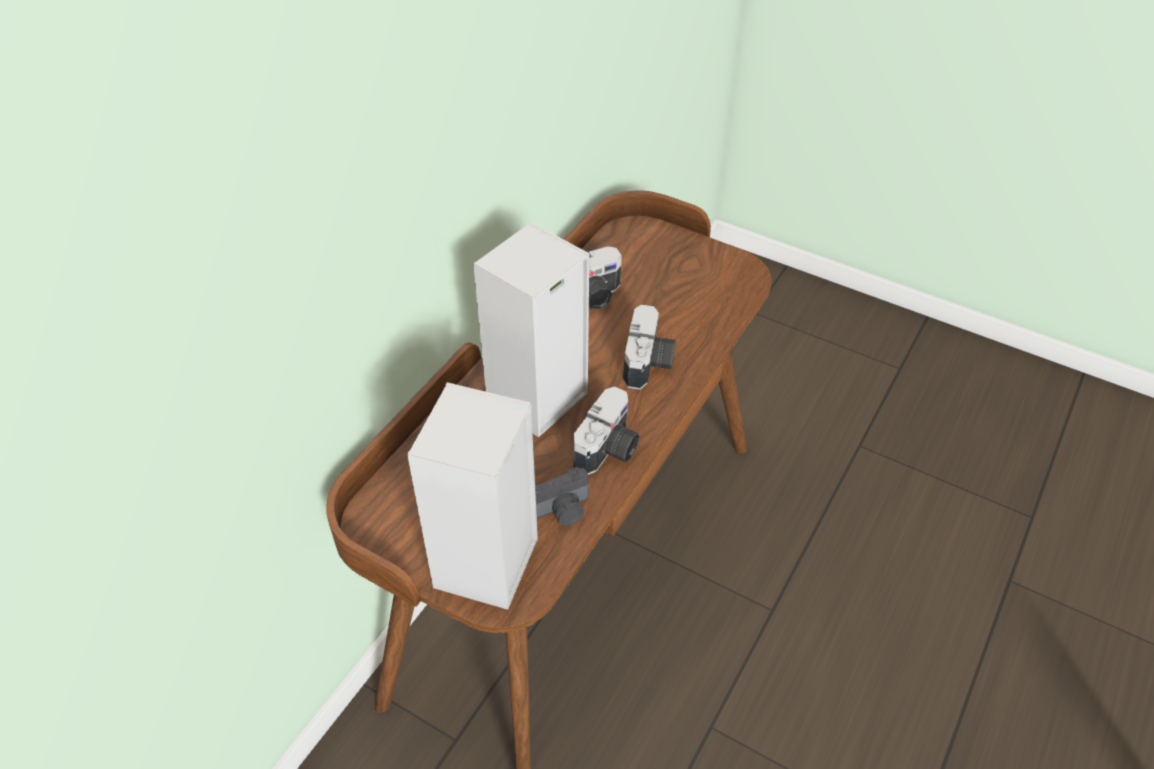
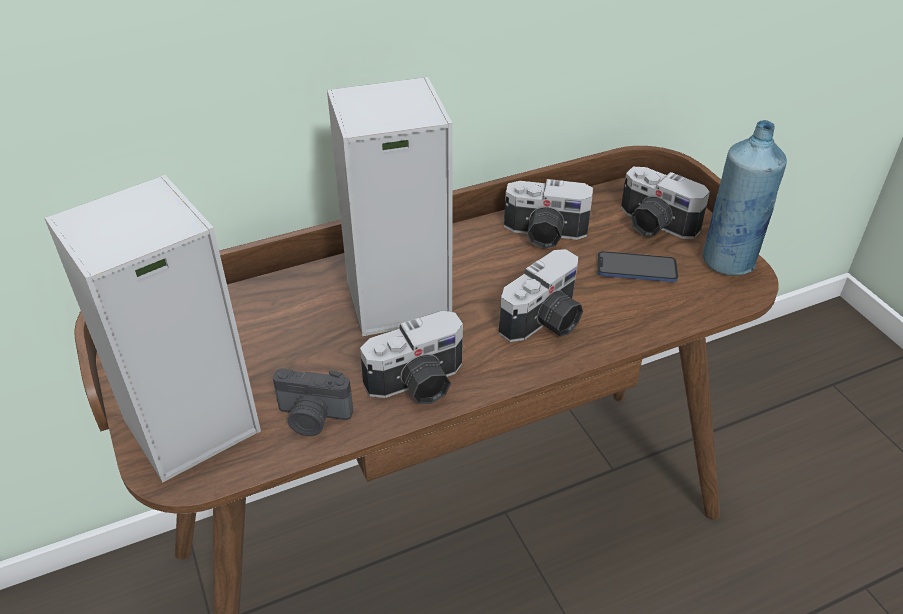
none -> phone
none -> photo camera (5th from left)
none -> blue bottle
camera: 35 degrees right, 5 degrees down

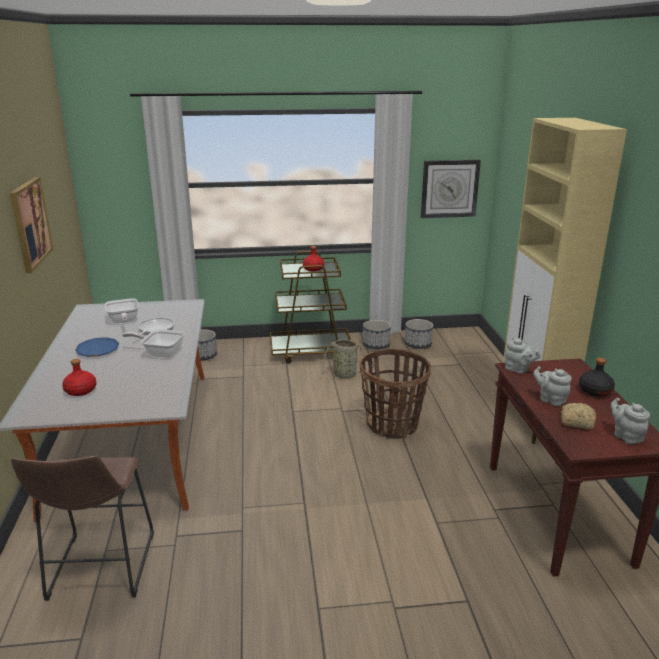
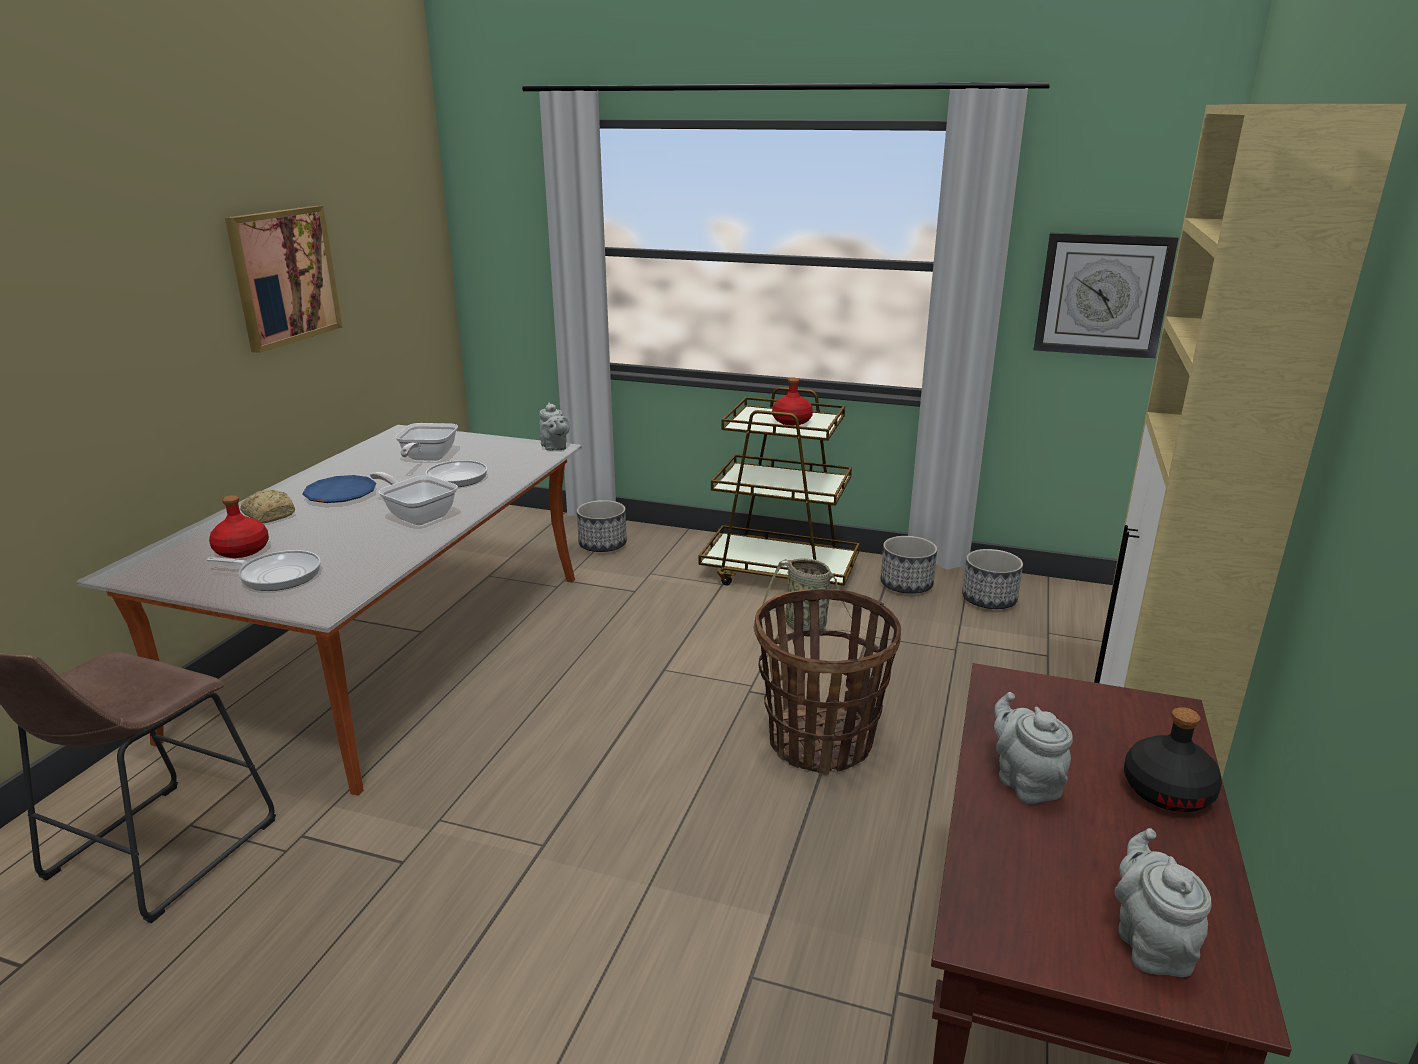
none -> frying pan (1st from left)
grey teapot (1st from left), moved
bread, moved
camera: 25 degrees right, 0 degrees up

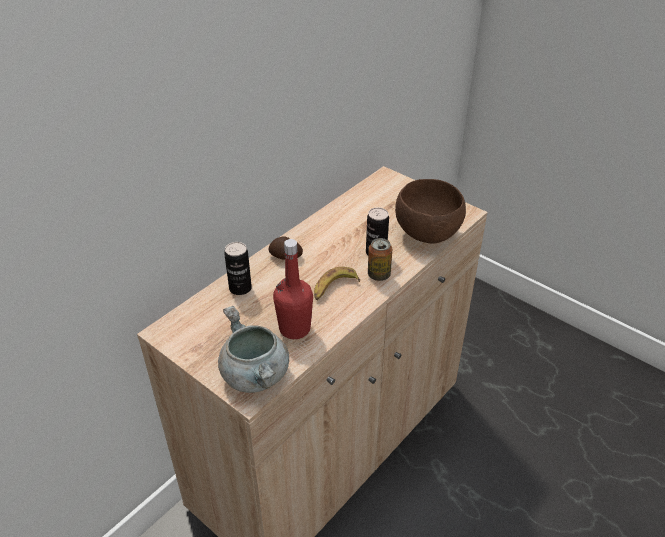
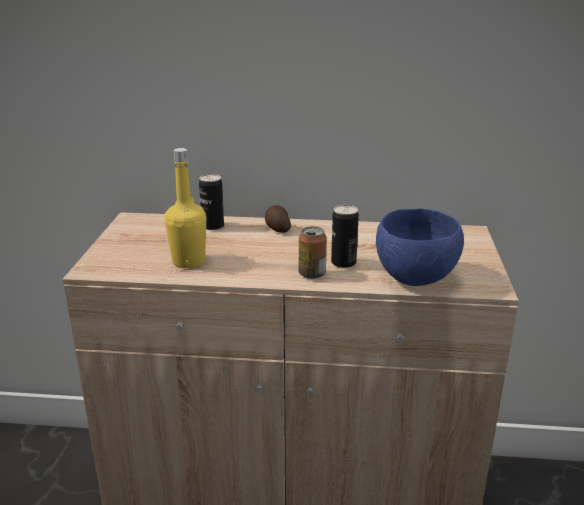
grey cooking pot -> none
banana -> none
red bottle -> yellow bottle
brown bowl -> blue bowl
camera: 55 degrees right, 15 degrees down

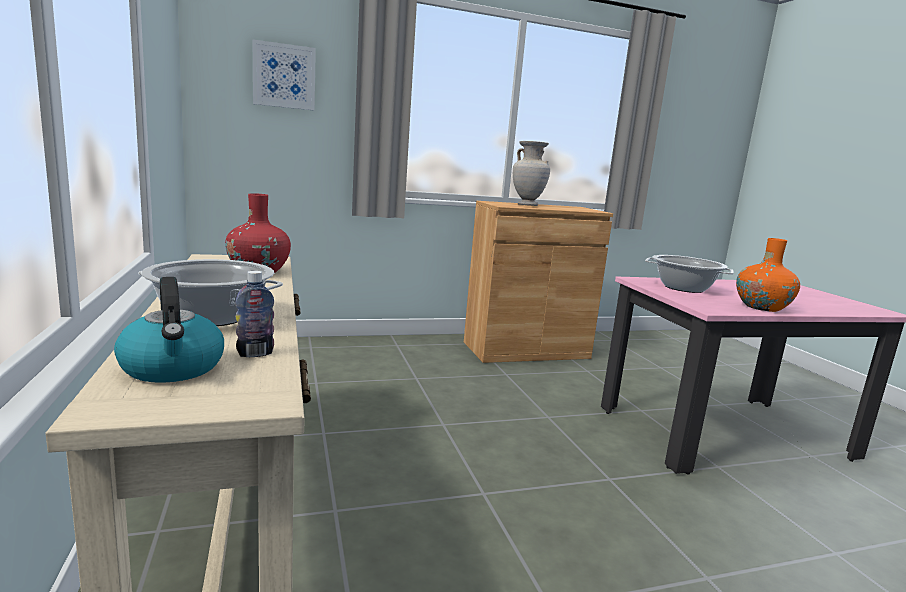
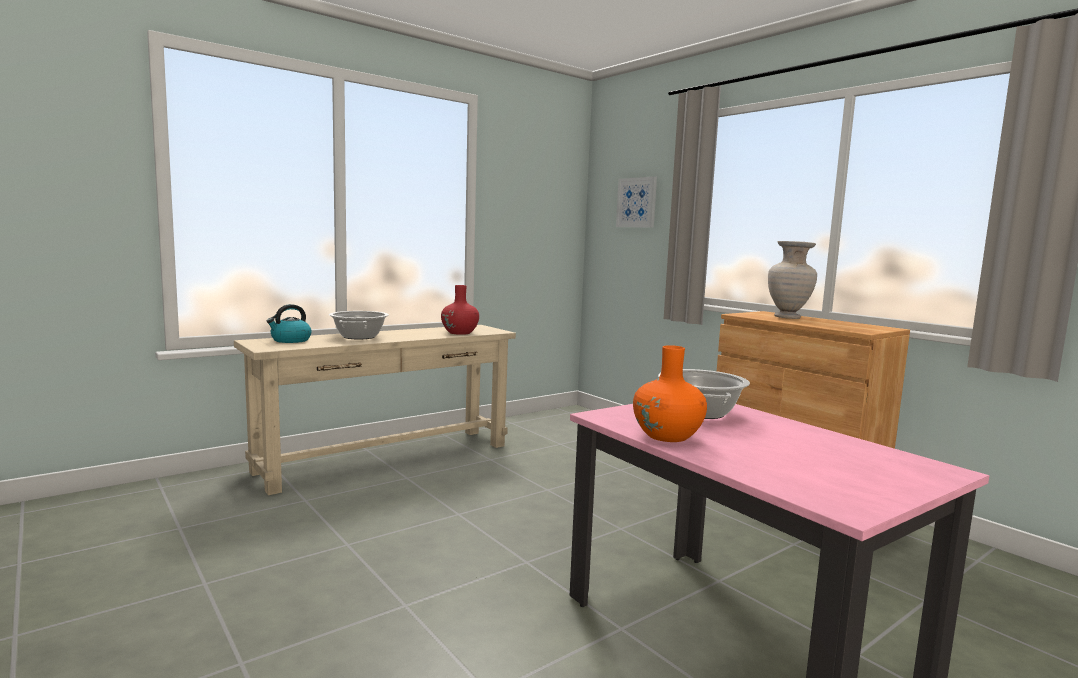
bottle -> none
camera: 70 degrees right, 5 degrees down

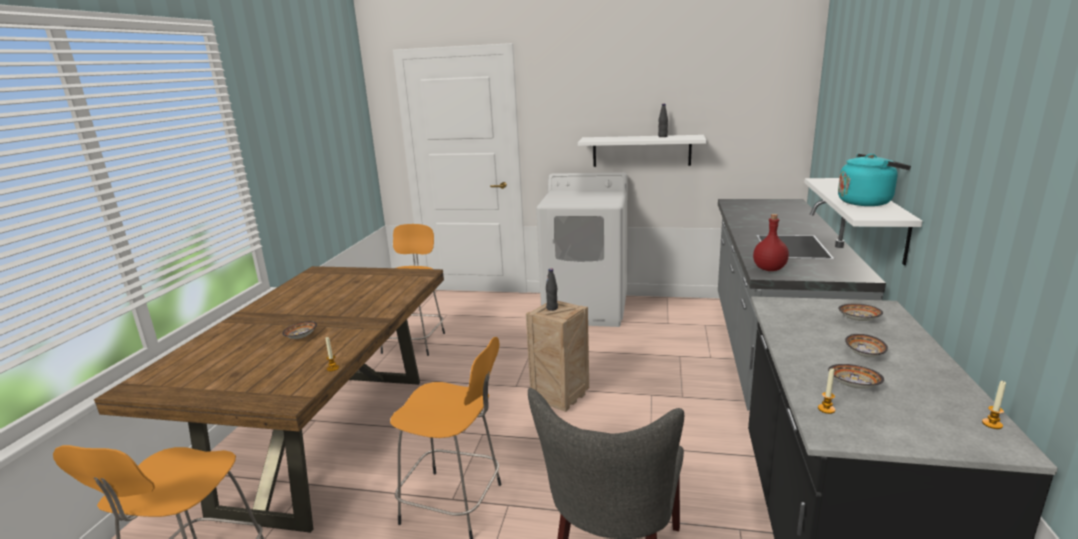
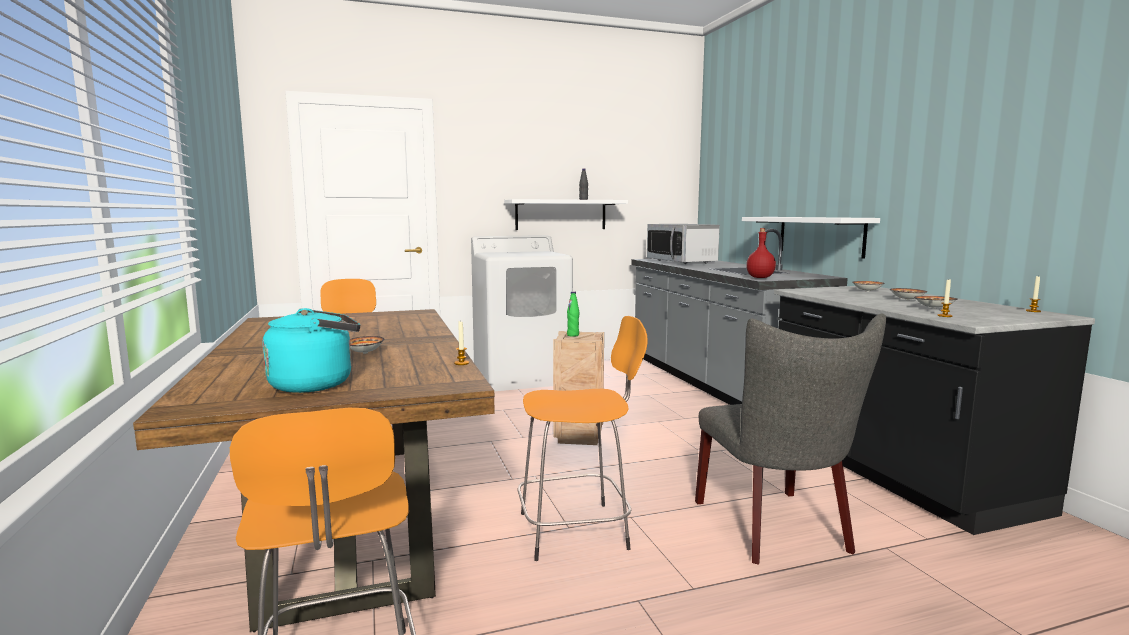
none -> microwave
turquoise kettle, moved
black bottle (1st from left) -> green bottle
camera: 30 degrees left, 10 degrees down

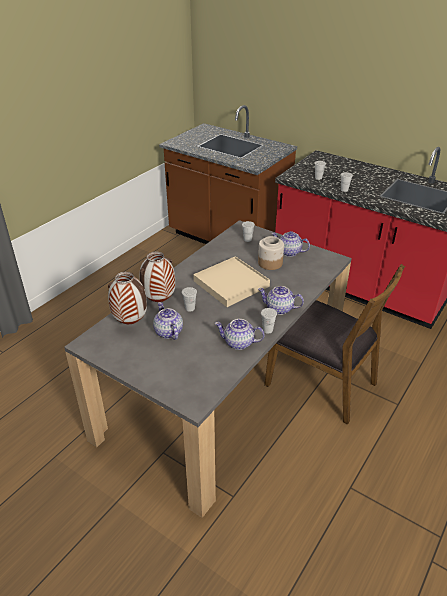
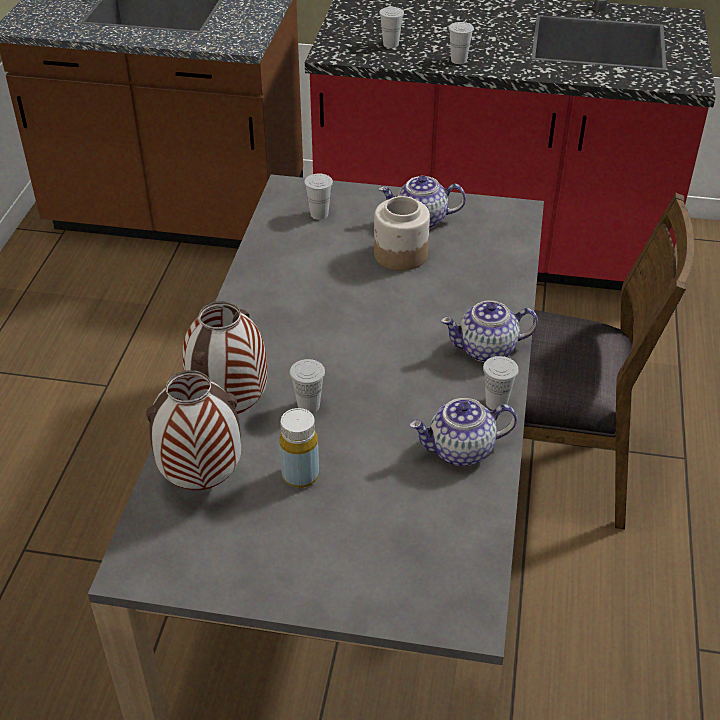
beige tray -> none
teapot (1st from left) -> yellow bottle
camera: 25 degrees left, 5 degrees up

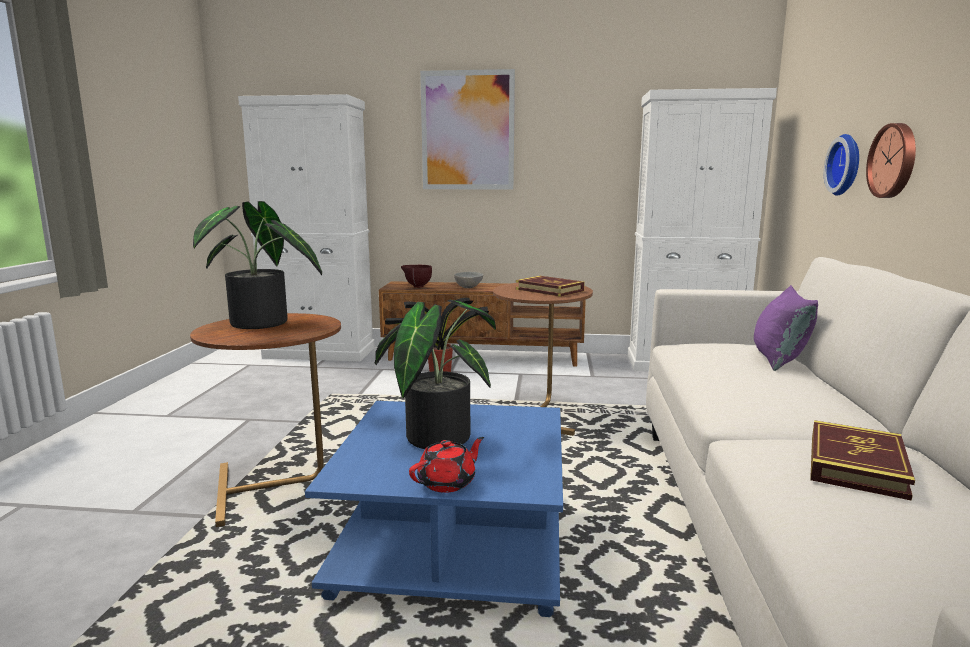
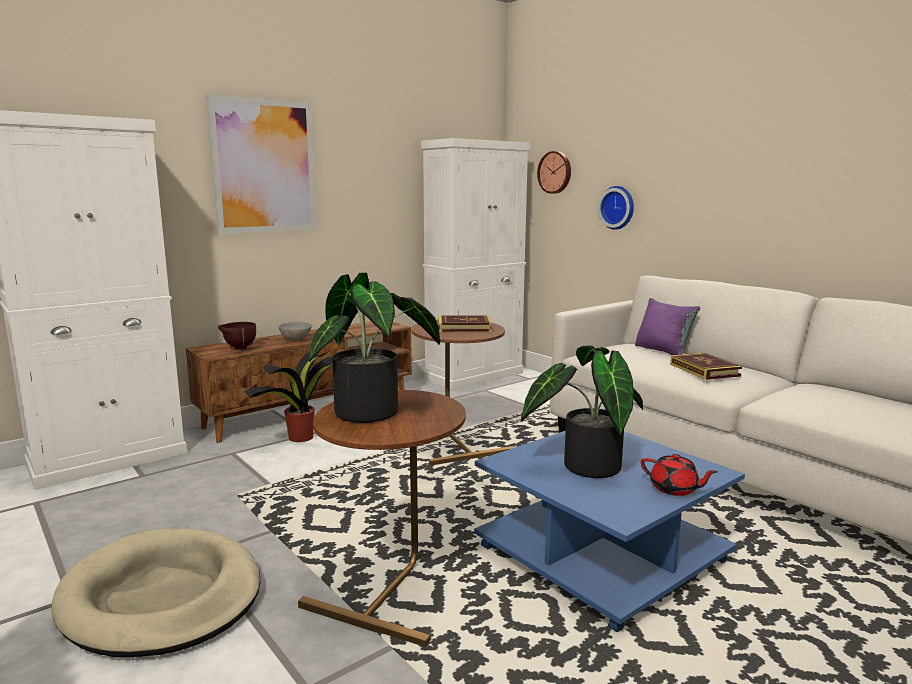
none -> beige dog bed
book (2nd from left), moved
wall clock (2nd from left in the first image) -> wall clock (1st from left), moved
red teapot, 120 degrees clockwise
camera: 45 degrees left, 0 degrees up

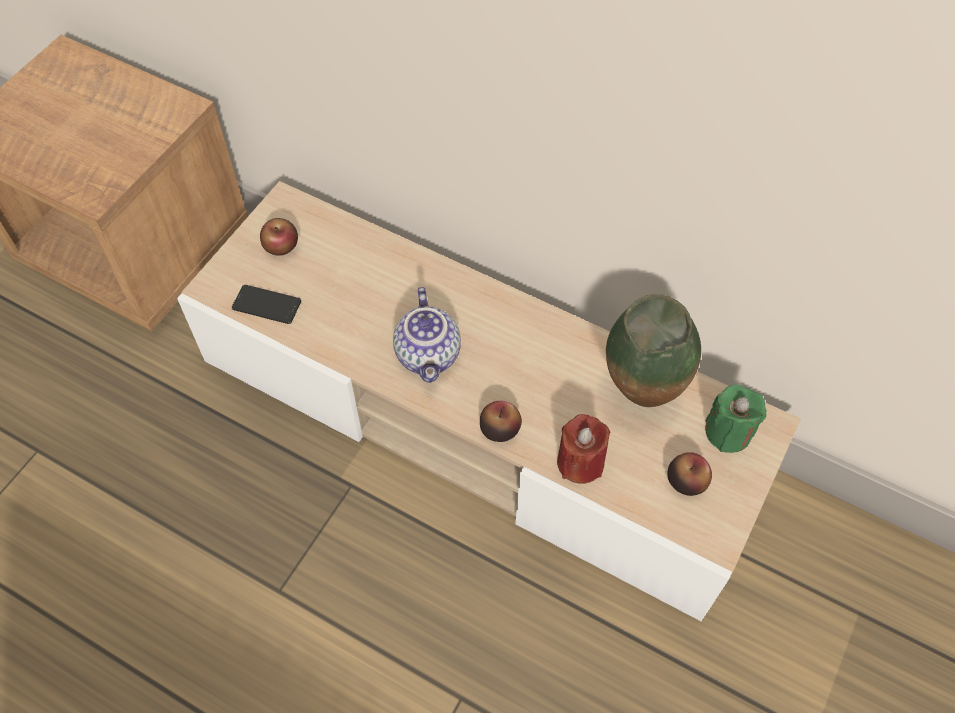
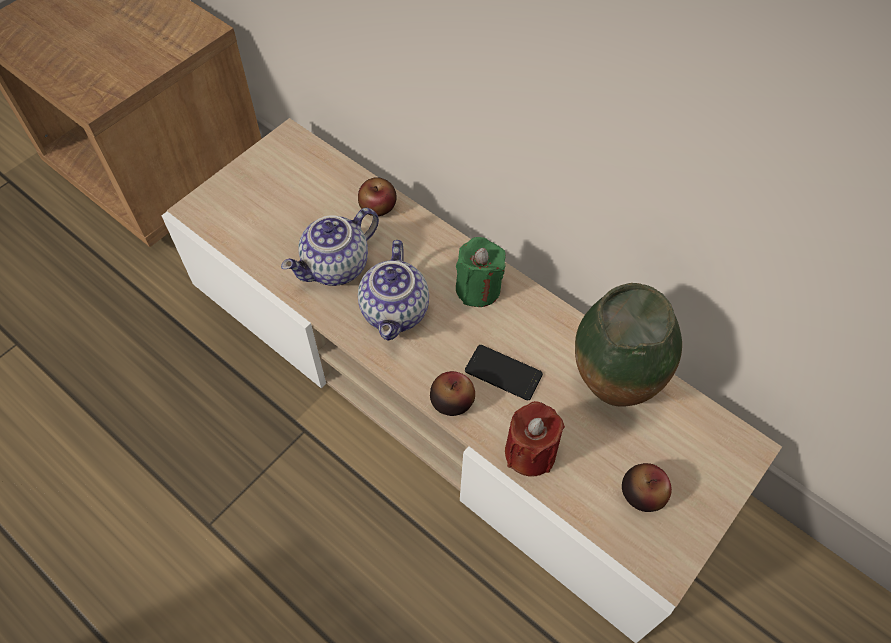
none -> teapot (1st from left)
phone, moved
apple (1st from left), moved
green candle, moved
camera: 10 degrees right, 0 degrees up

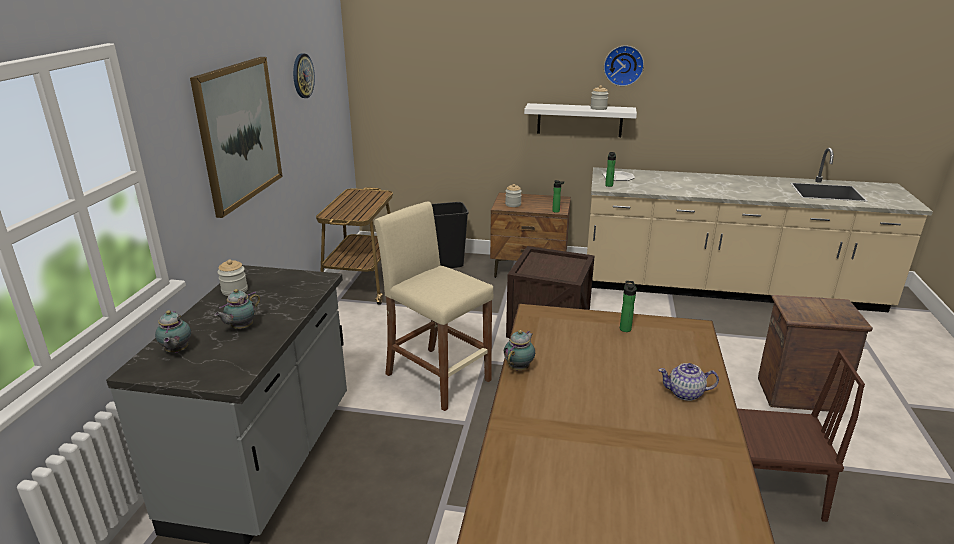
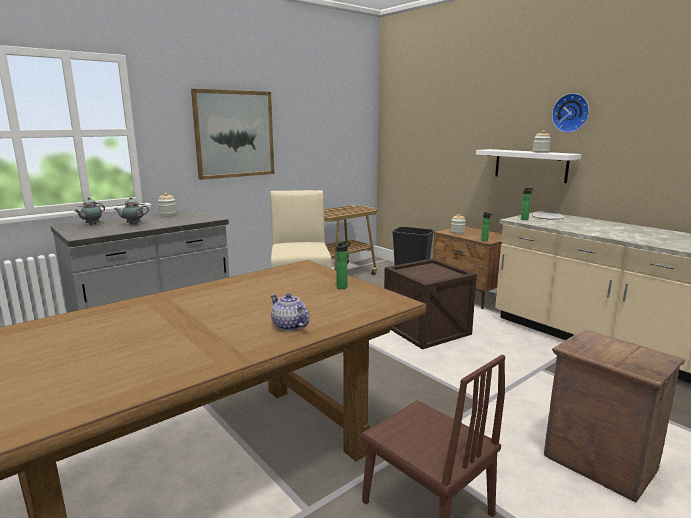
wall clock (1st from left) -> none
teapot (3rd from left) -> none
camera: 40 degrees right, 10 degrees down

